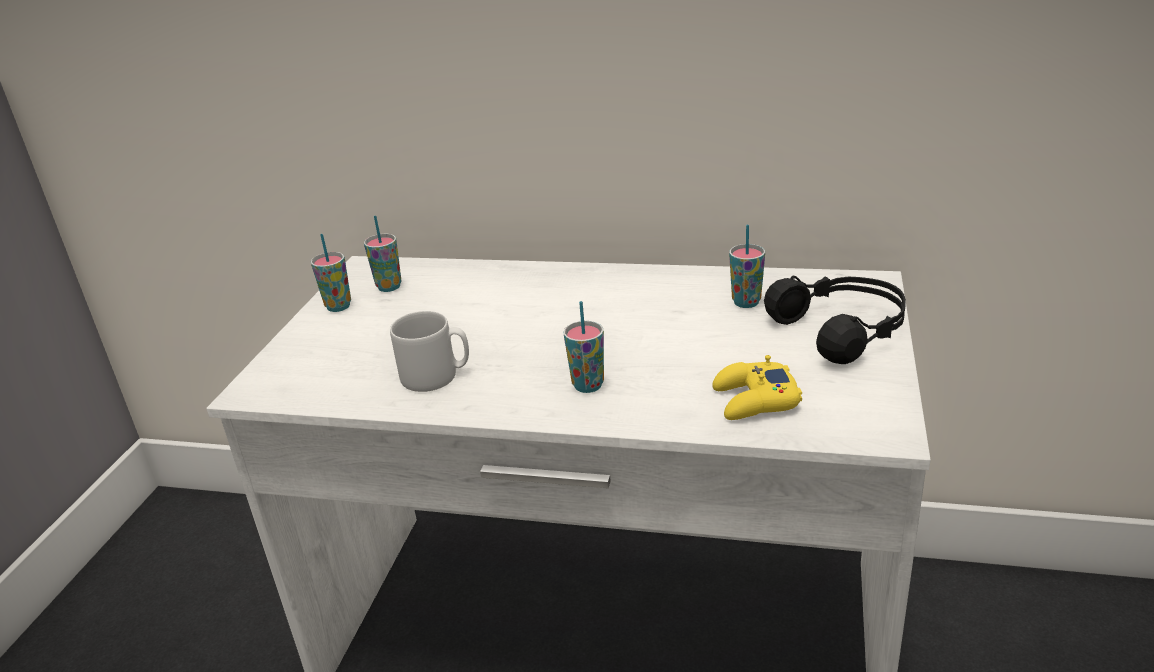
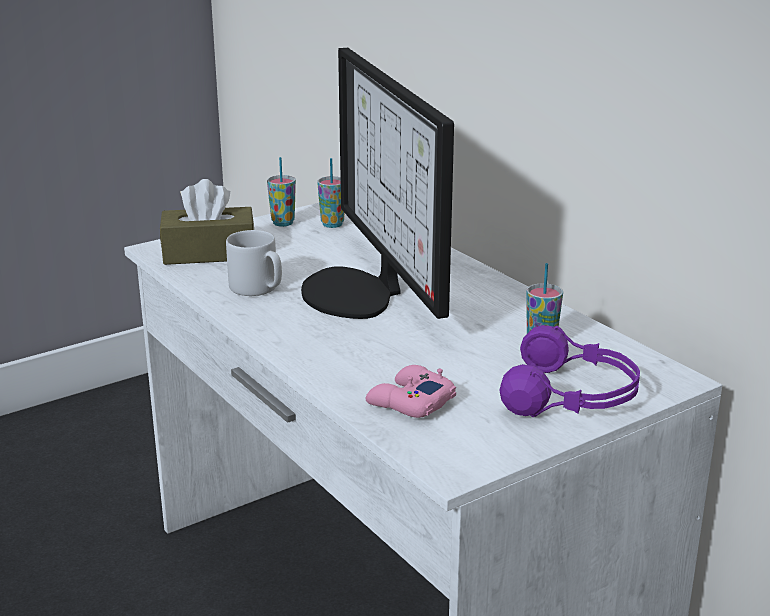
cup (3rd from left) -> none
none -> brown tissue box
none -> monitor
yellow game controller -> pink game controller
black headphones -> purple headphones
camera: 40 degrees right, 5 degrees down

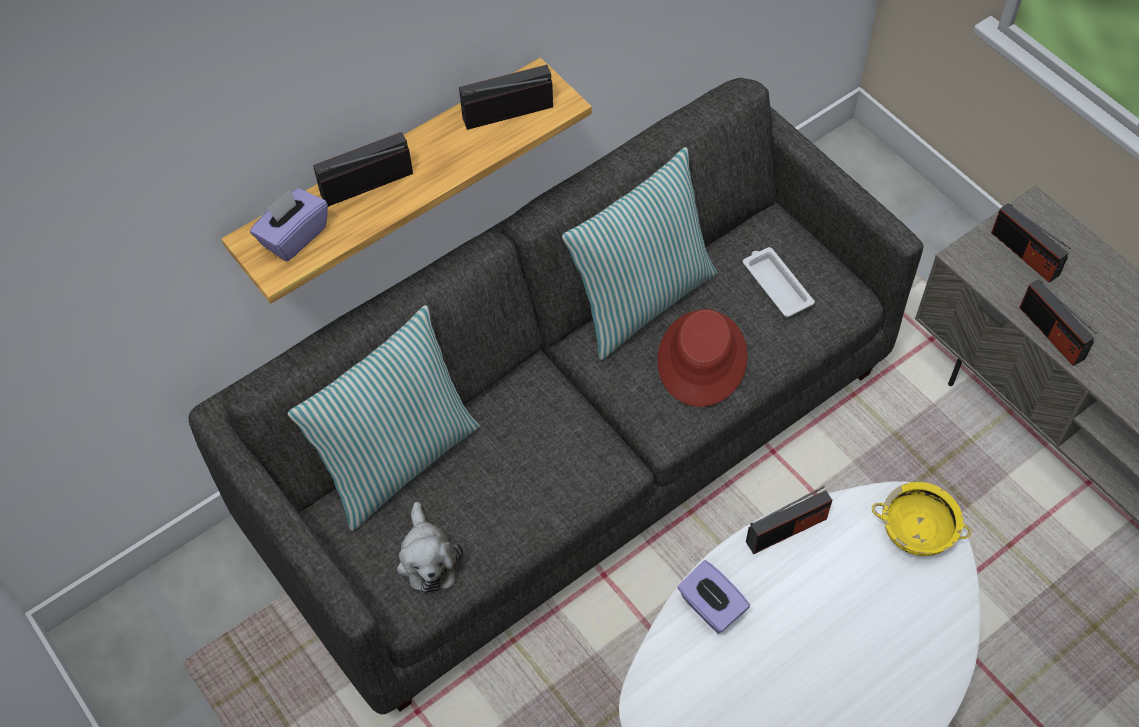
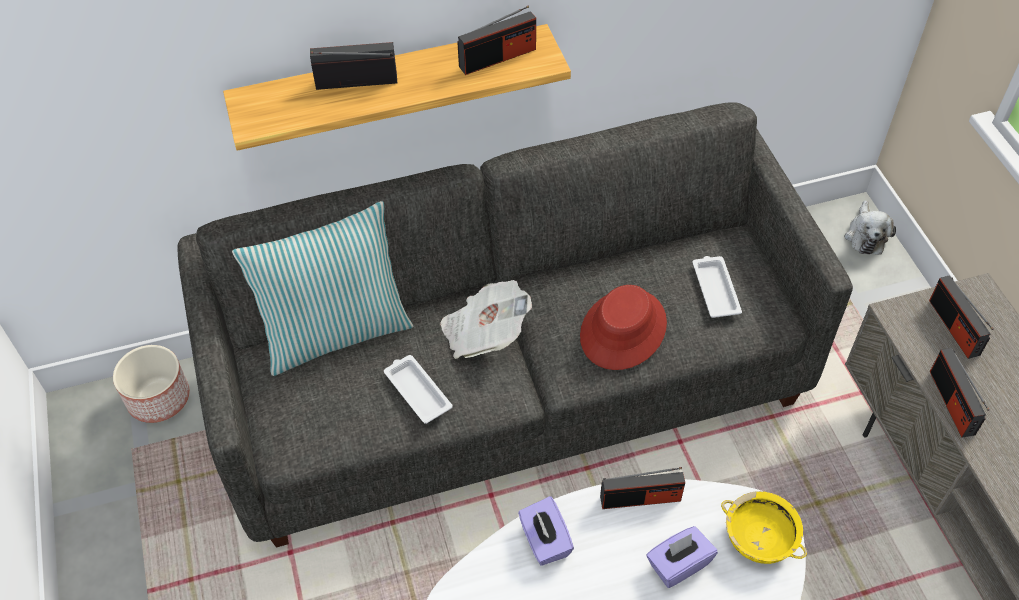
pillow (2nd from left) -> none
none -> planter
none -> white tray (1st from left)
none -> newspaper
purple tissue box (1st from left in the first image) -> purple tissue box (2nd from left), moved
plush toy, moved
radio (2nd from left), 150 degrees clockwise
camera: 20 degrees right, 5 degrees down

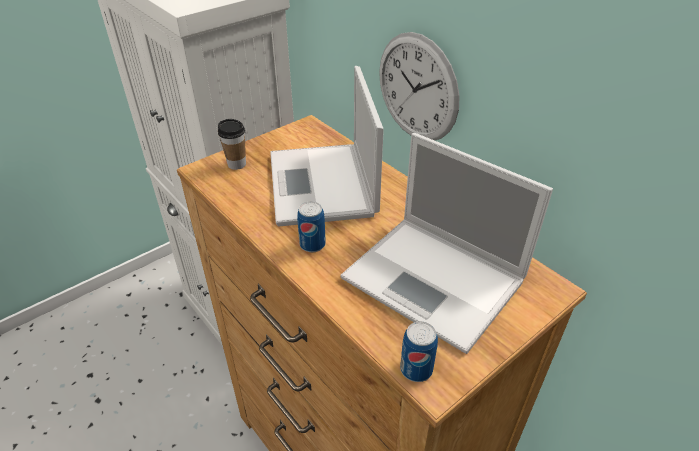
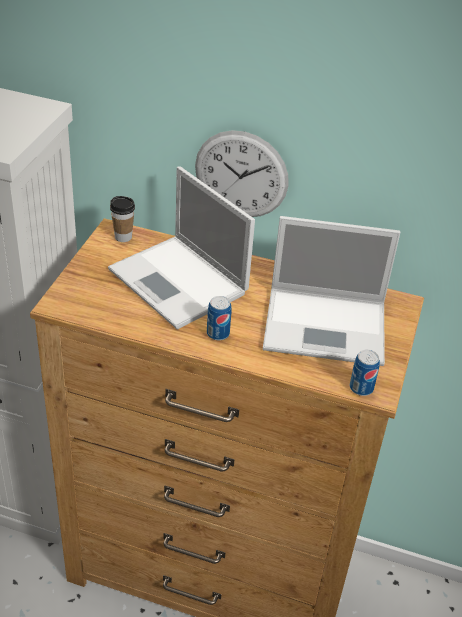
cup, moved
camera: 35 degrees left, 0 degrees up

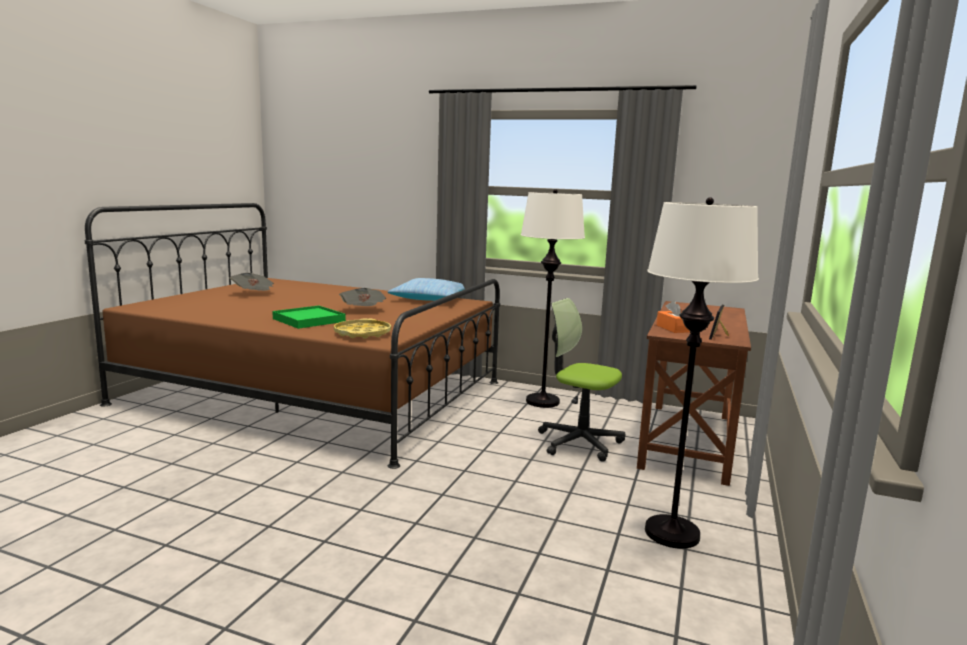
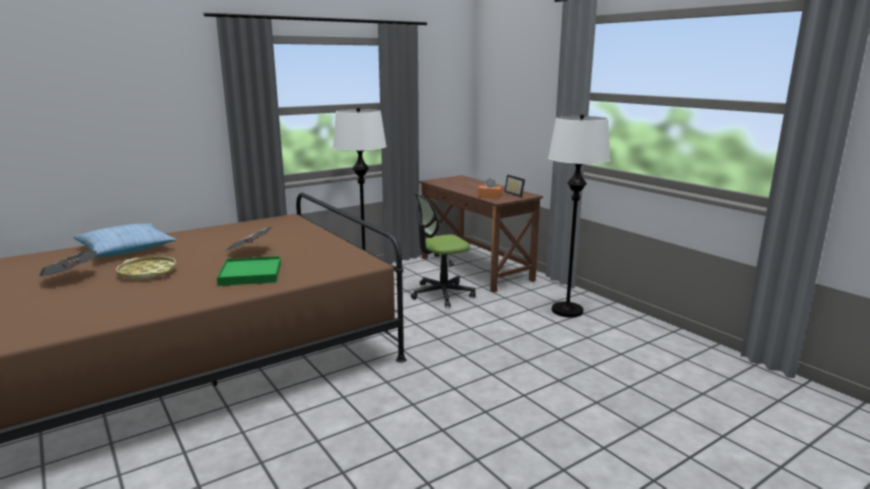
yellow tray, moved
pillow, moved
camera: 55 degrees left, 5 degrees up

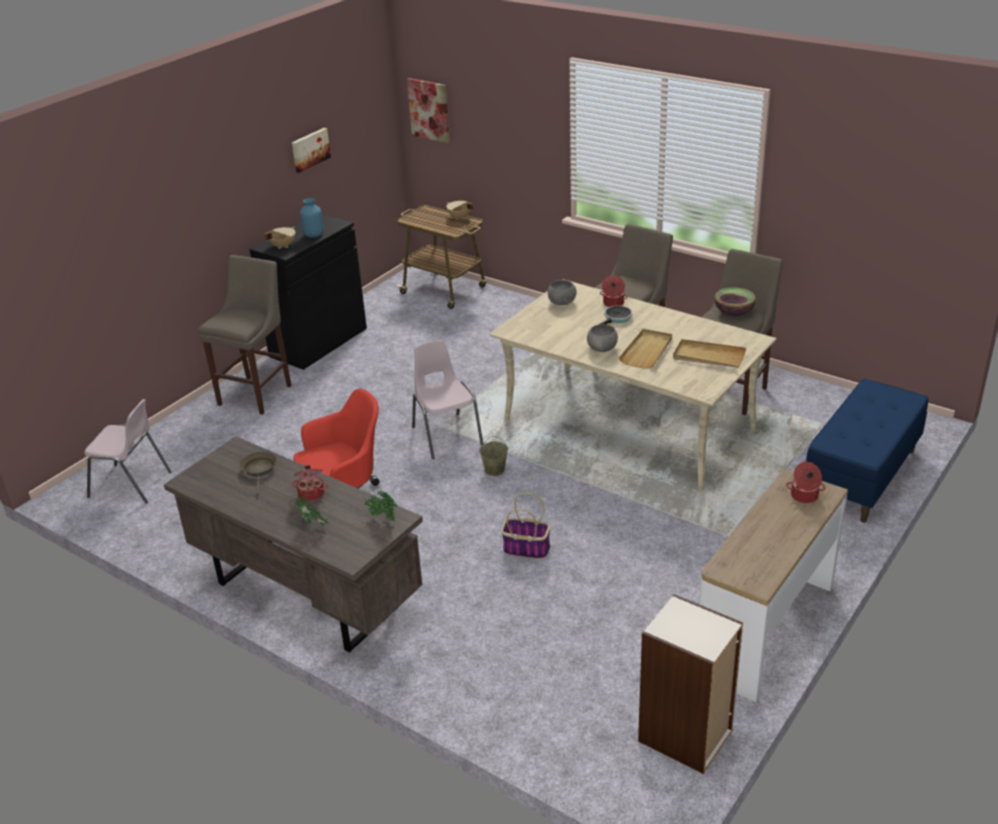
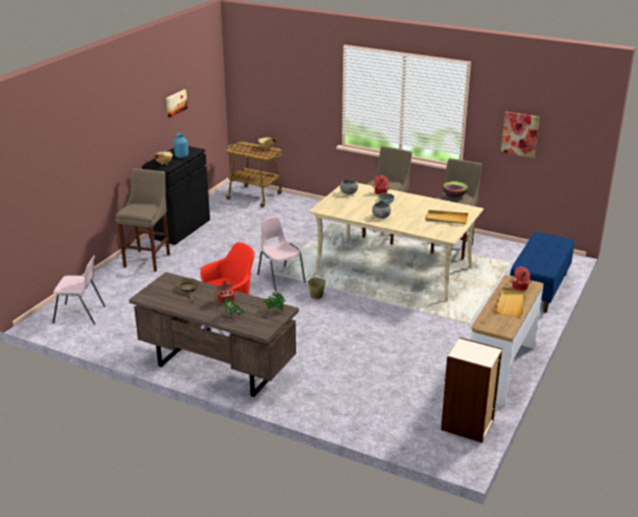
basket -> none
picture (2nd from left), moved
beige tray (1st from left in the first image) -> beige tray (2nd from left), moved
camera: 10 degrees left, 5 degrees down

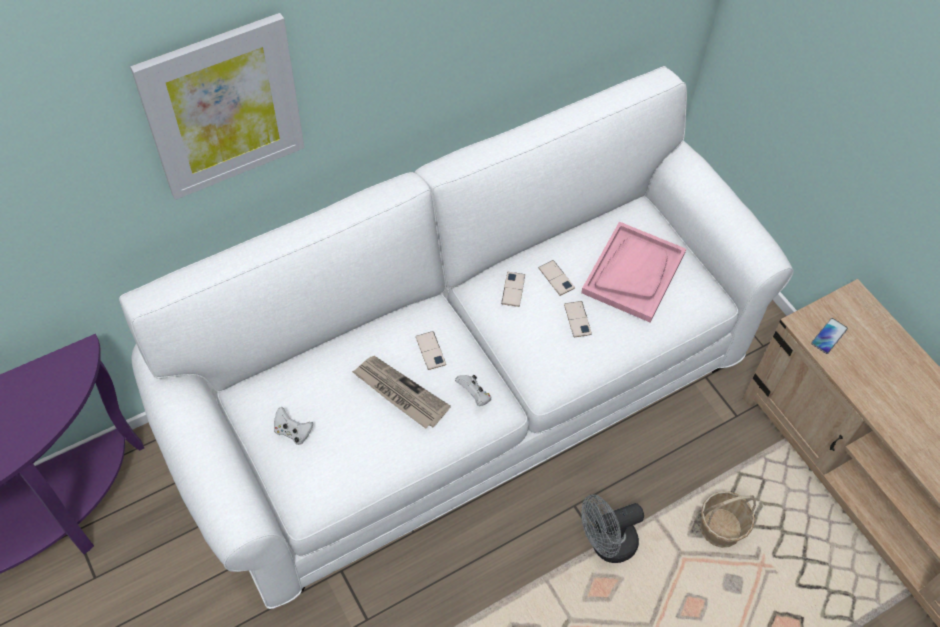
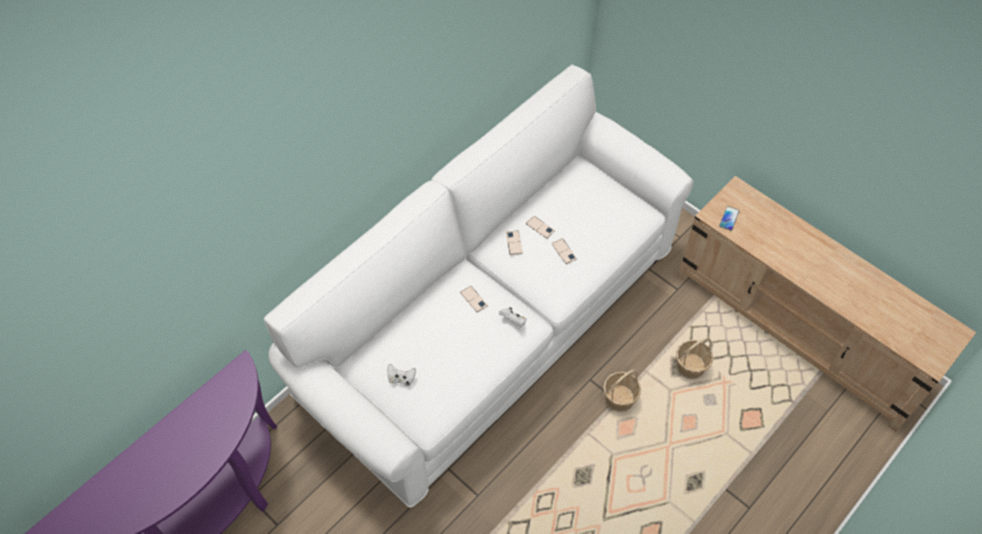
picture -> none
newspaper -> none
pink tray -> none
grey fan -> basket (1st from left)
camera: 15 degrees left, 0 degrees up

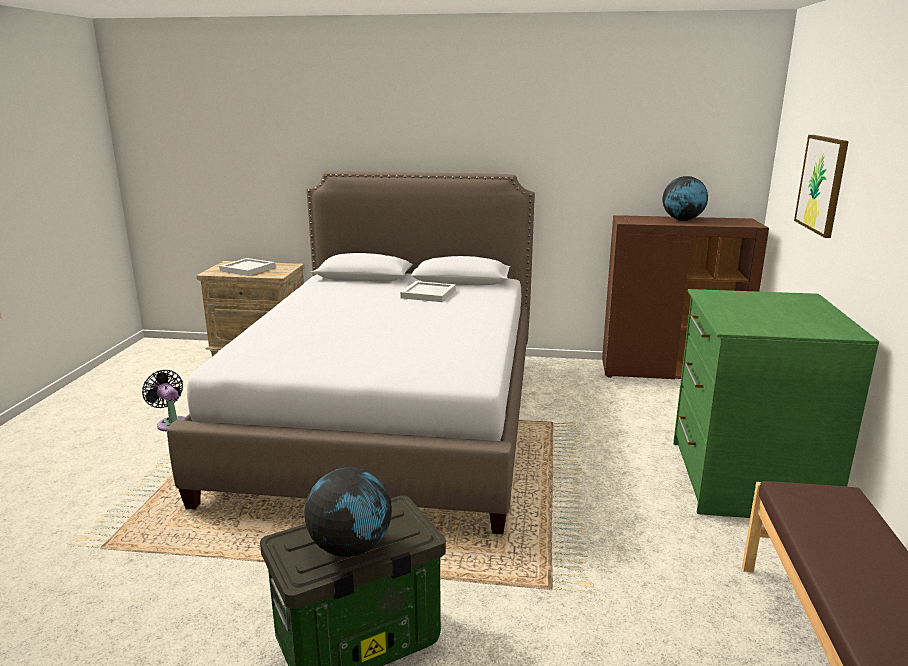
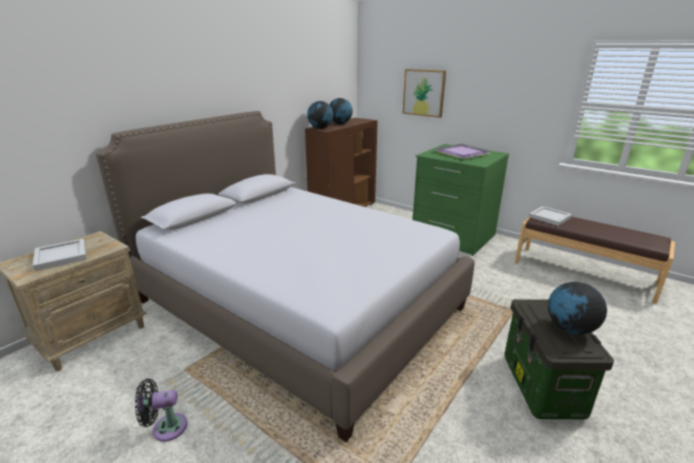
none -> globe (1st from left)
none -> purple tray
white tray (2nd from left), moved
camera: 60 degrees left, 5 degrees up

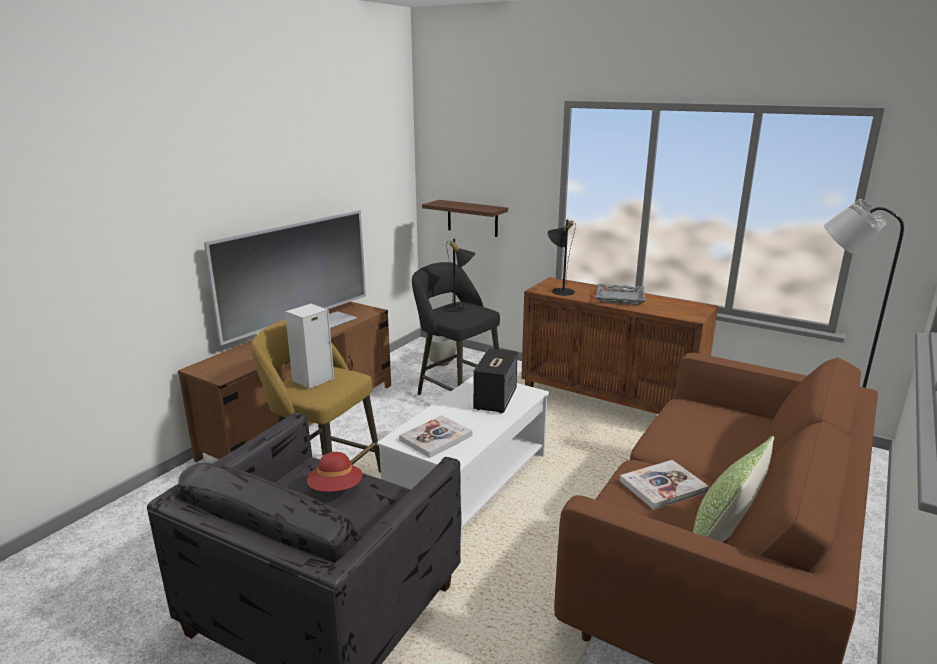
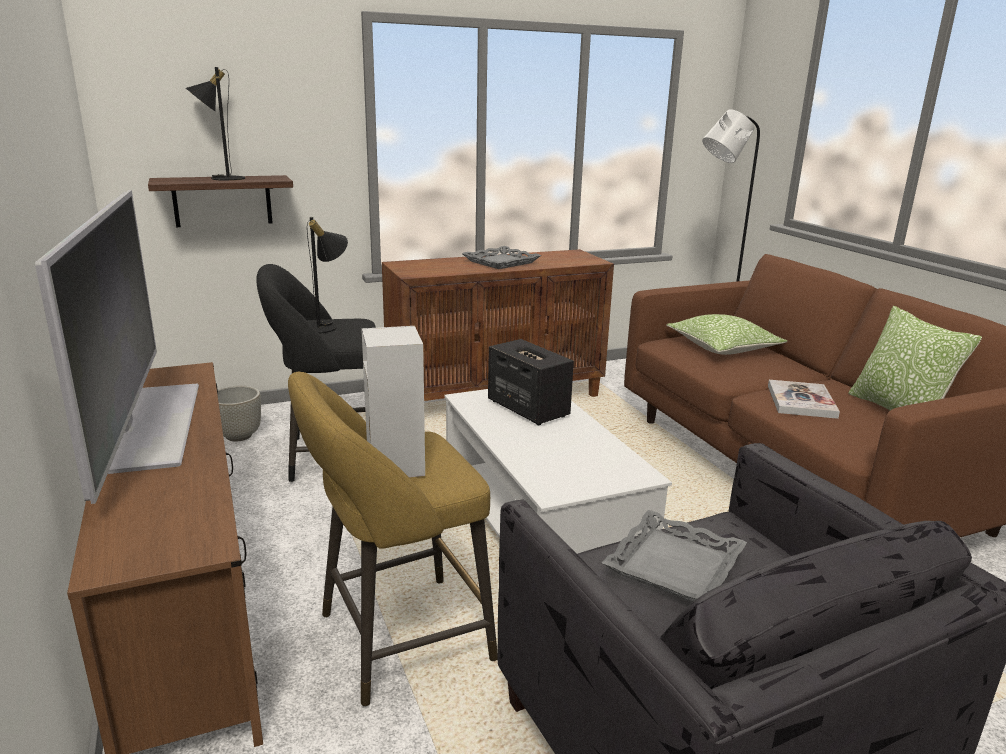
book (1st from left) -> none
none -> pillow (1st from left)
black table lamp (2nd from left in the first image) -> black table lamp (1st from left), moved
red hat -> grey tray (2nd from left)
camera: 55 degrees left, 0 degrees up

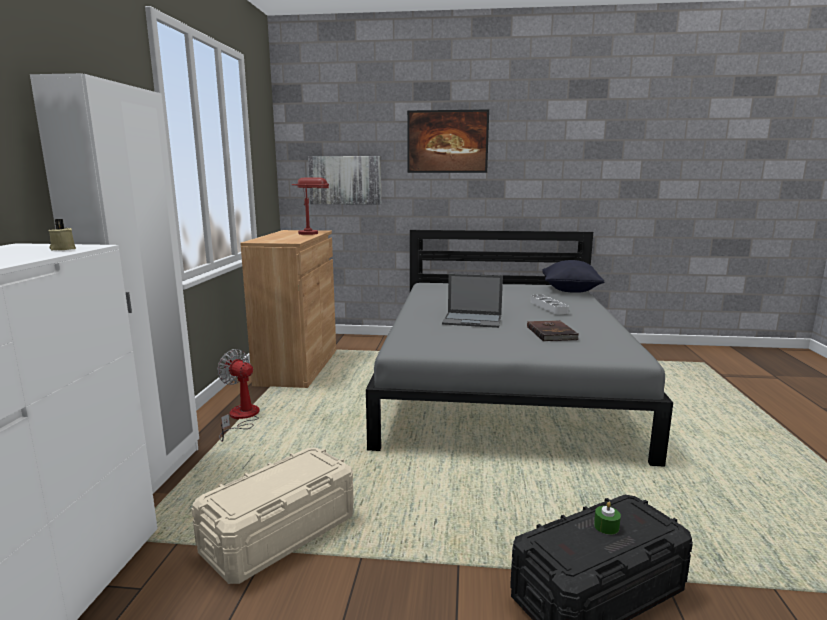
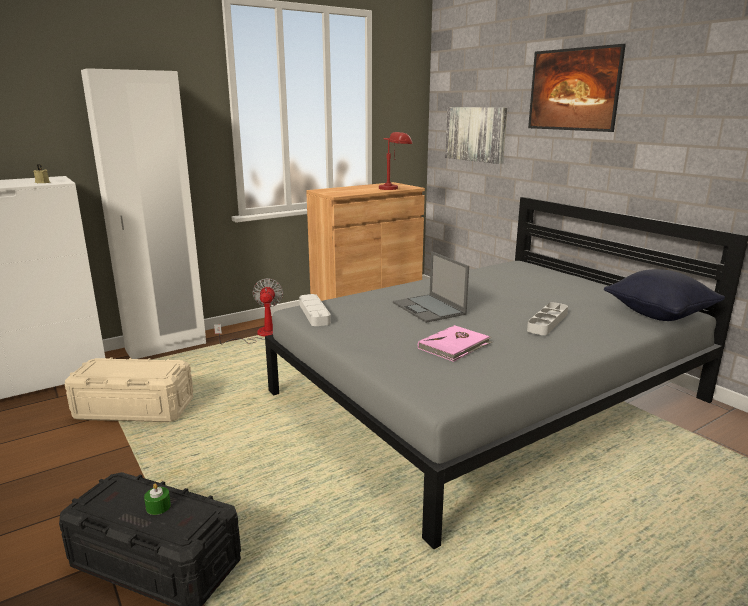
none -> grey tray (1st from left)
brown book -> pink book
camera: 50 degrees right, 5 degrees up

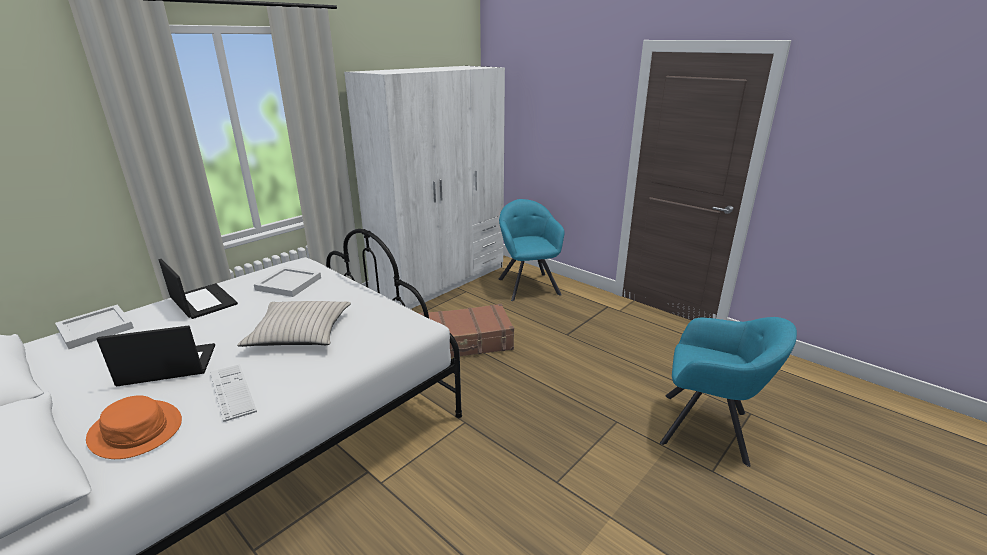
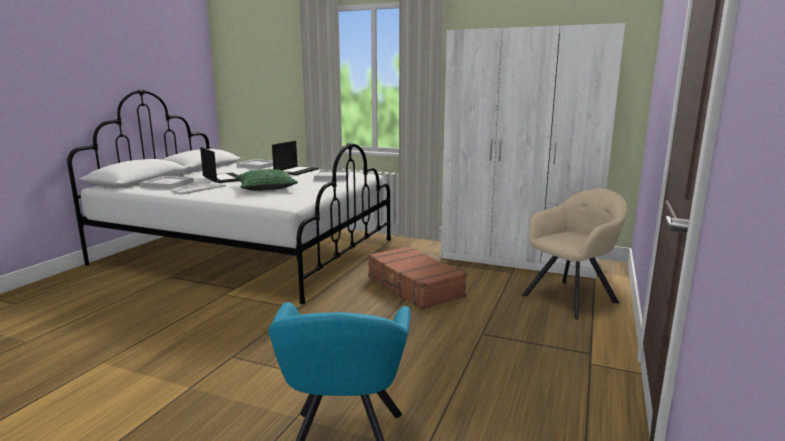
orange hat -> white tray (1st from left)
beige pillow -> green pillow
turquoise armchair (1st from left) -> beige armchair
camera: 70 degrees right, 10 degrees down

